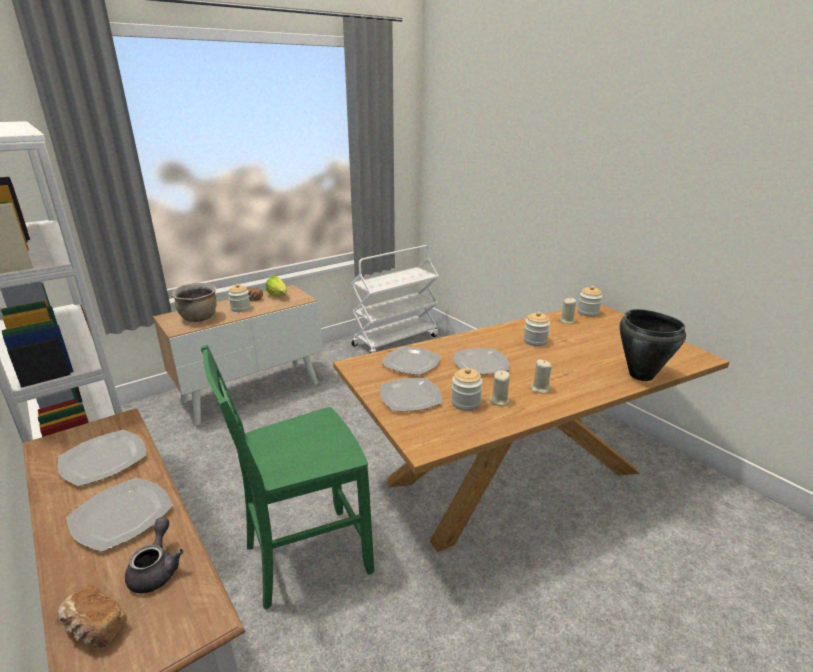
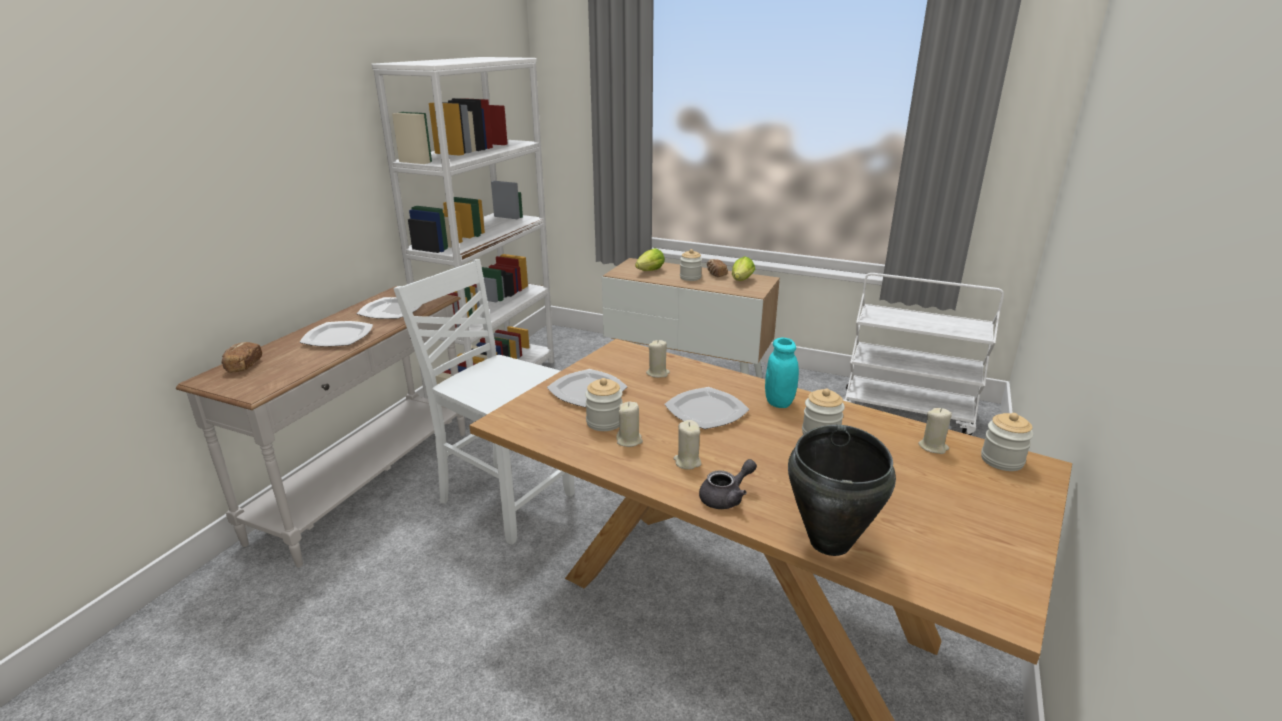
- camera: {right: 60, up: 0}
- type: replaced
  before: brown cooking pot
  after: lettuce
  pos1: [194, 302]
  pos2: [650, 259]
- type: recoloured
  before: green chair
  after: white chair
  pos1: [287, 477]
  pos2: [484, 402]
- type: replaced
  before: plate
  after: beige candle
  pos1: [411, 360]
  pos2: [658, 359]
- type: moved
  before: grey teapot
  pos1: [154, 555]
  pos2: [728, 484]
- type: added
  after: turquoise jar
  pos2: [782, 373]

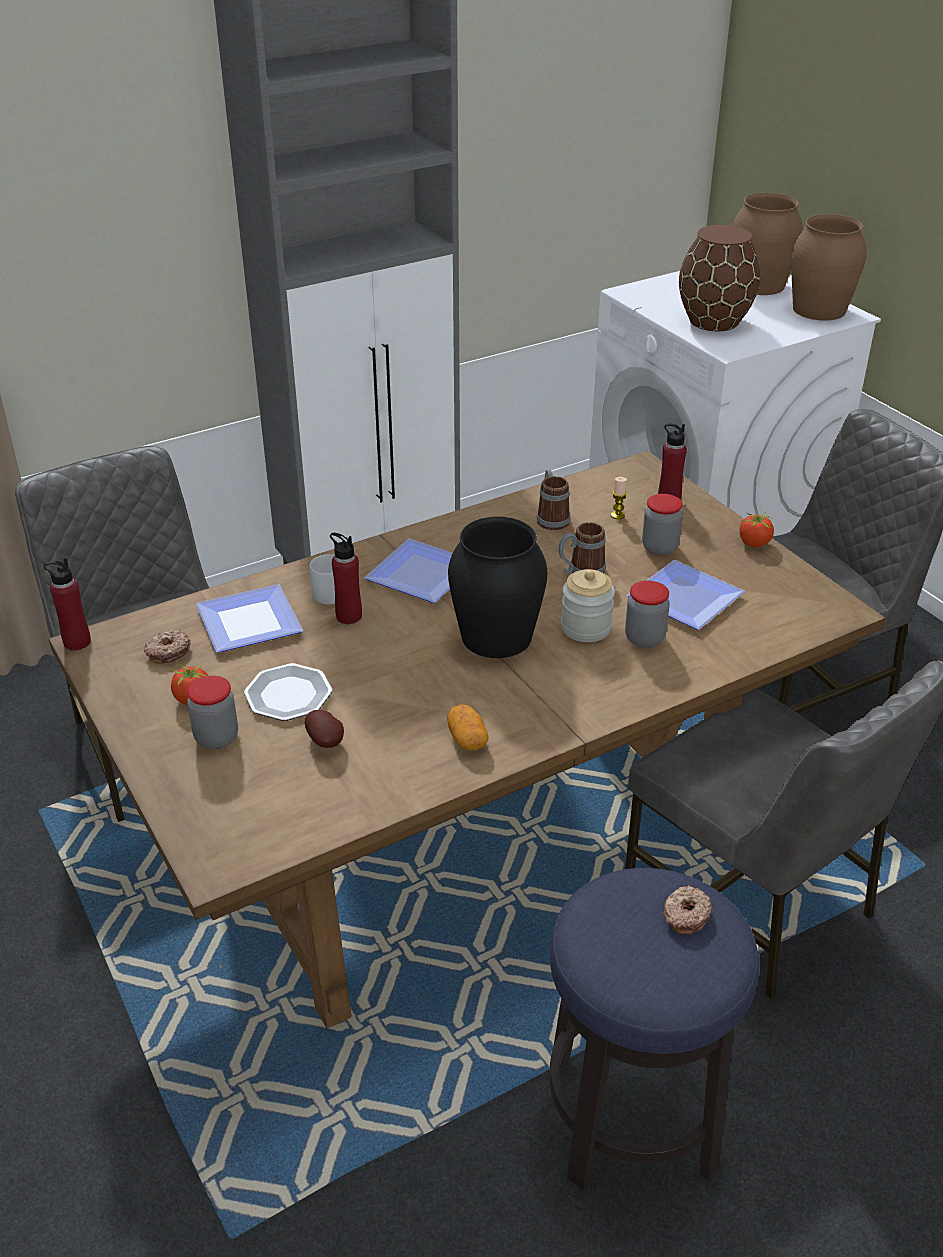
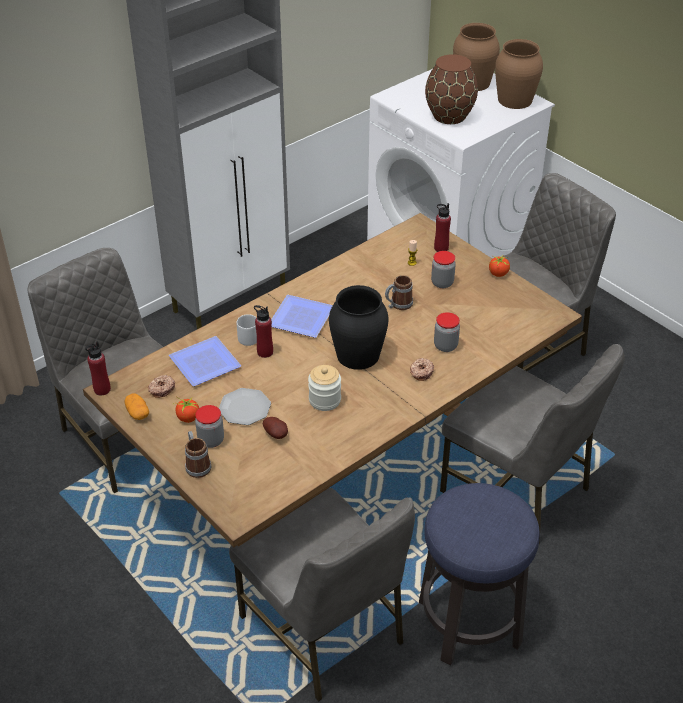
- camera: {right: -10, up: 5}
- type: moved
  before: mug
  pos1: [554, 500]
  pos2: [198, 454]
- type: removed
  before: plate
  pos1: [686, 595]
- type: moved
  before: jar
  pos1: [588, 605]
  pos2: [324, 388]
- type: moved
  before: potato
  pos1: [467, 727]
  pos2: [136, 407]
- type: moved
  before: donut
  pos1: [688, 909]
  pos2: [422, 369]
- type: added
  after: grey chair
  pos2: [322, 595]

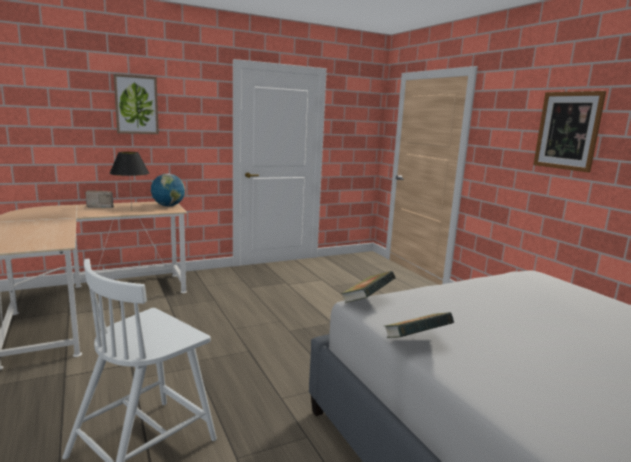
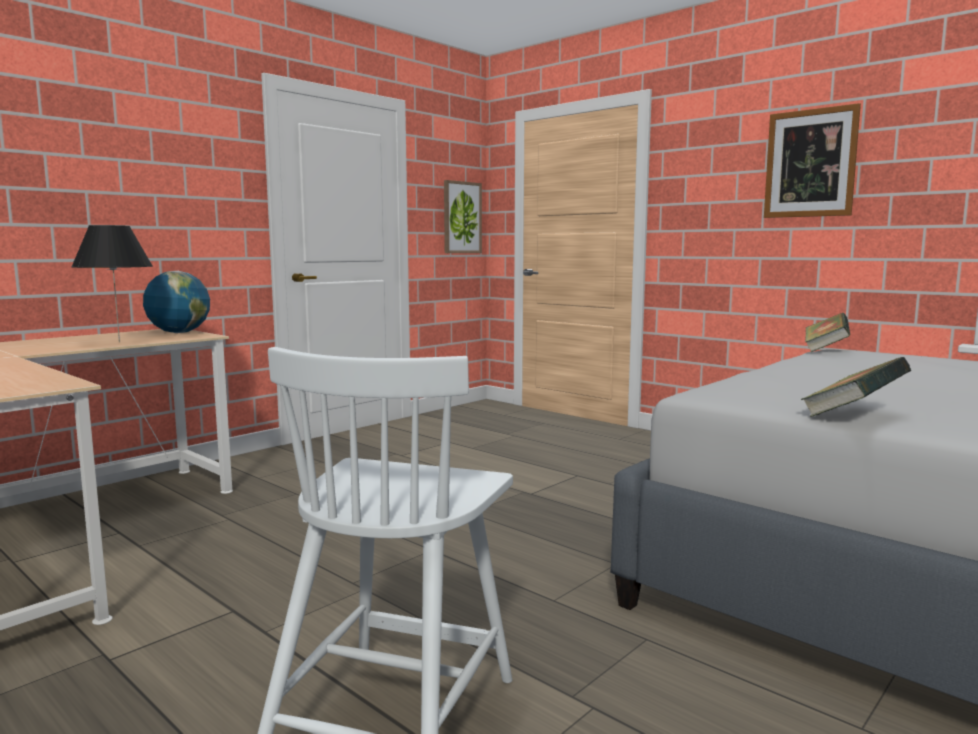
- camera: {right: -20, up: -5}
- type: moved
  before: picture
  pos1: [136, 104]
  pos2: [463, 216]
- type: removed
  before: radio
  pos1: [99, 199]
- type: moved
  before: book
  pos1: [368, 287]
  pos2: [827, 332]

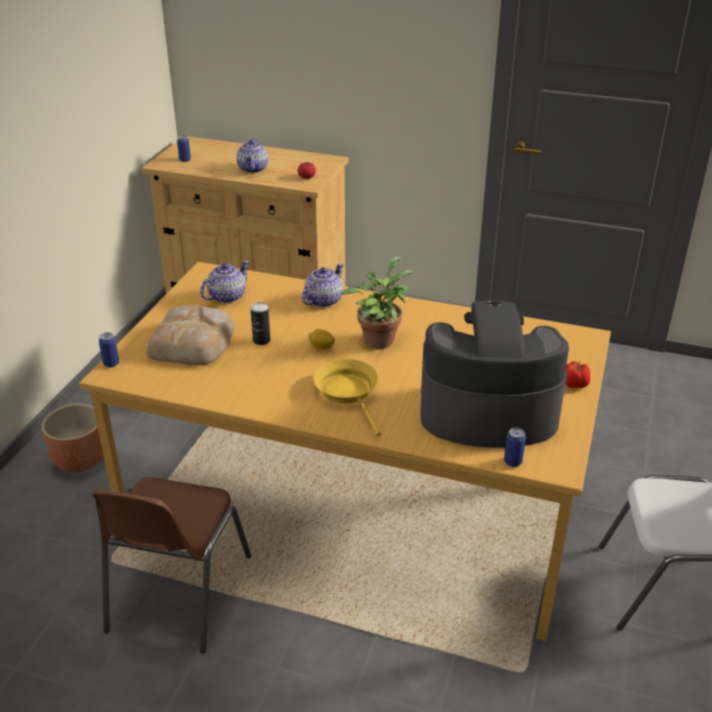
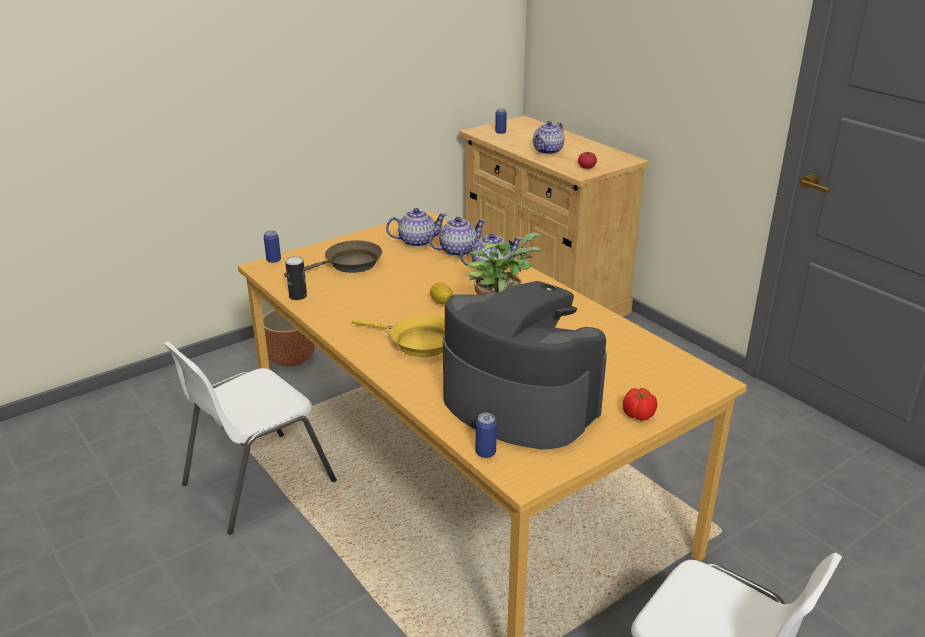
- camera: {right: 35, up: -5}
- type: moved
  before: can
  pos1: [260, 323]
  pos2: [296, 278]
- type: replaced
  before: bread
  after: brown frying pan
  pos1: [190, 335]
  pos2: [333, 258]
- type: turned
  before: yellow frying pan
  pos1: [347, 397]
  pos2: [398, 336]
  turn: 105
- type: recoloured
  before: brown chair
  after: white chair
  pos1: [171, 565]
  pos2: [250, 438]
- type: added
  after: teapot
  pos2: [457, 236]

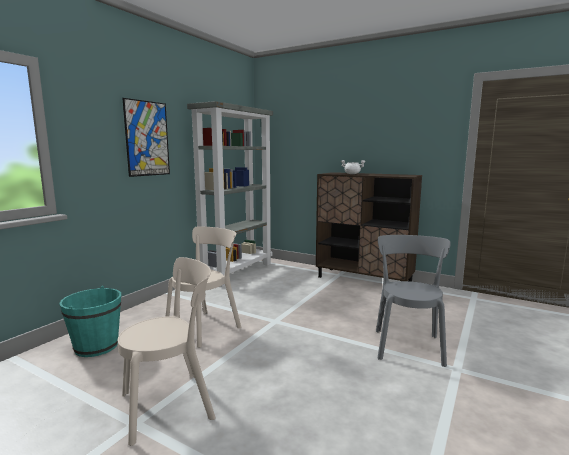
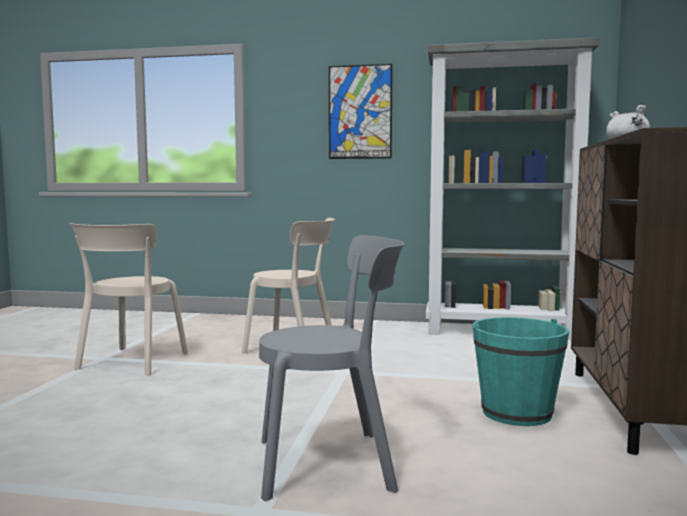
- camera: {right: 70, up: -5}
- type: turned
  before: beige chair
  pos1: [167, 351]
  pos2: [129, 299]
  turn: 60
- type: moved
  before: turquoise bucket
  pos1: [90, 321]
  pos2: [521, 371]

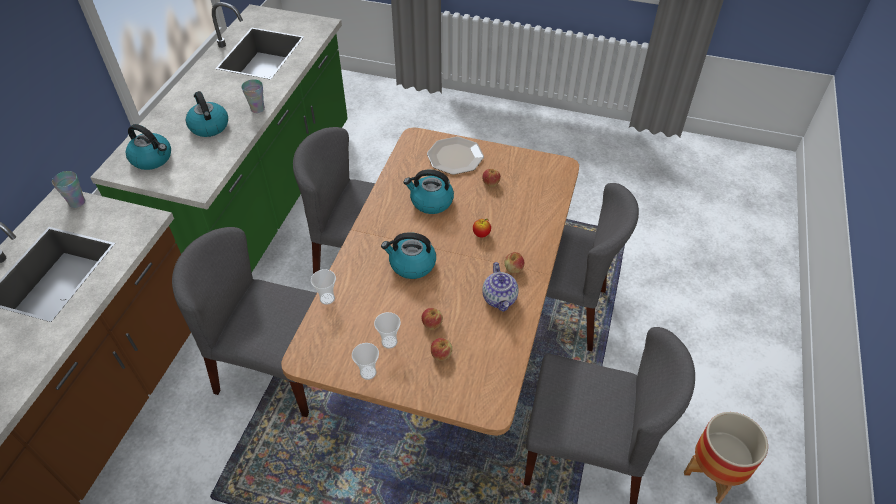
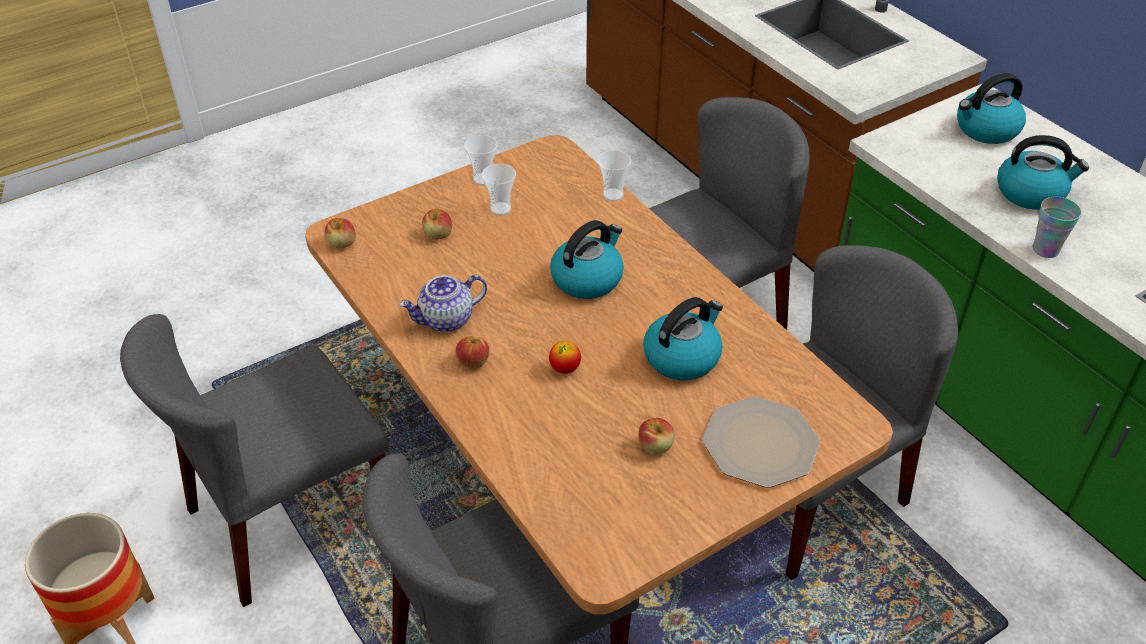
- camera: {right: 130, up: -5}
- type: removed
  before: cup
  pos1: [68, 189]
- type: turned
  before: teapot
  pos1: [500, 287]
  pos2: [443, 303]
  turn: -60
- type: moved
  before: apple
  pos1: [432, 319]
  pos2: [340, 233]

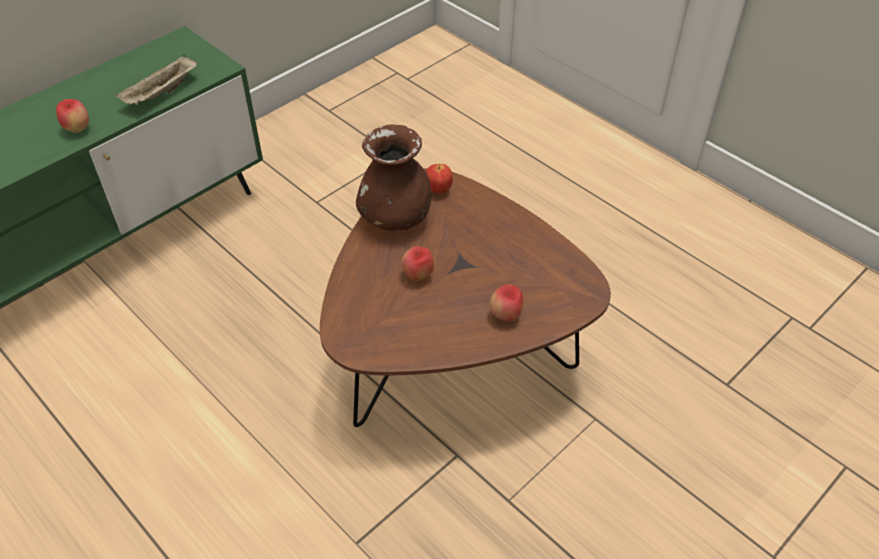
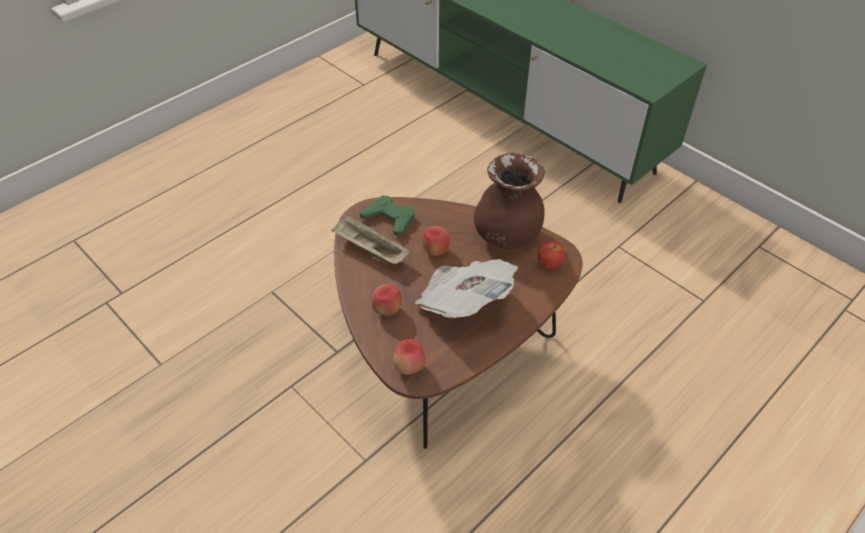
- camera: {right: 90, up: 0}
- type: moved
  before: beige tray
  pos1: [156, 79]
  pos2: [371, 239]
- type: moved
  before: apple
  pos1: [72, 116]
  pos2: [409, 357]
- type: added
  after: green game controller
  pos2: [387, 215]
- type: added
  after: newspaper
  pos2: [466, 288]

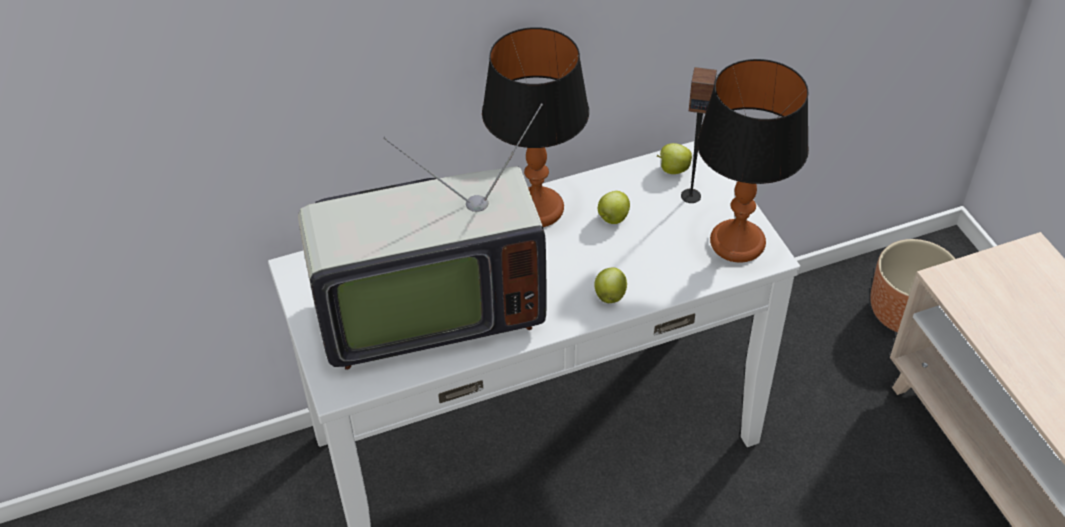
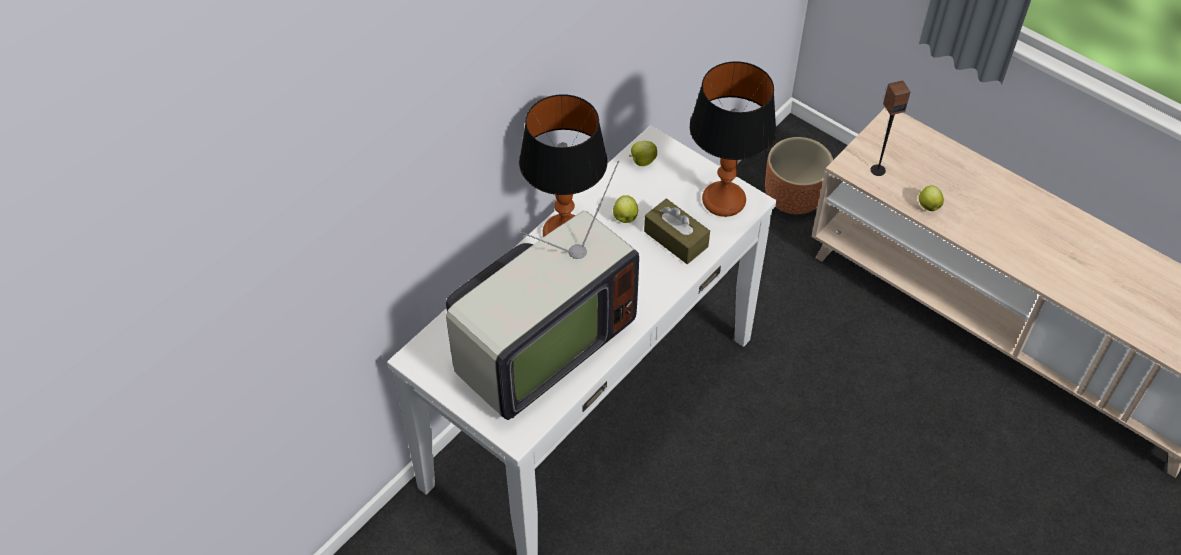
- camera: {right: -30, up: 5}
- type: moved
  before: speaker
  pos1: [699, 135]
  pos2: [890, 128]
- type: moved
  before: apple
  pos1: [610, 285]
  pos2: [931, 198]
- type: added
  after: brown tissue box
  pos2: [677, 231]

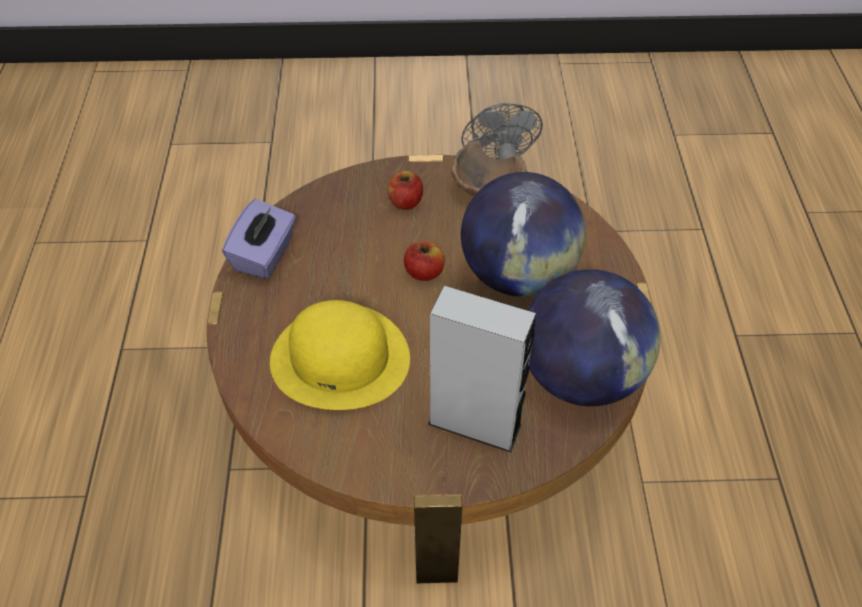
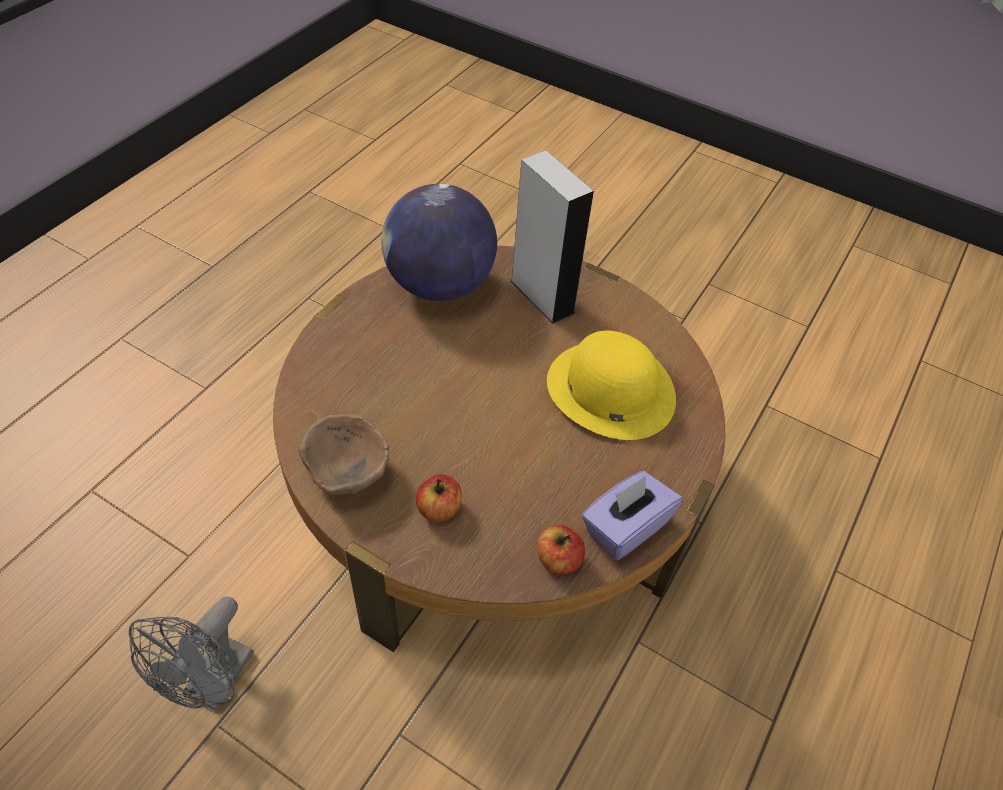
- camera: {right: -150, up: 0}
- type: removed
  before: globe
  pos1: [523, 234]
- type: moved
  before: apple
  pos1: [424, 261]
  pos2: [561, 549]

